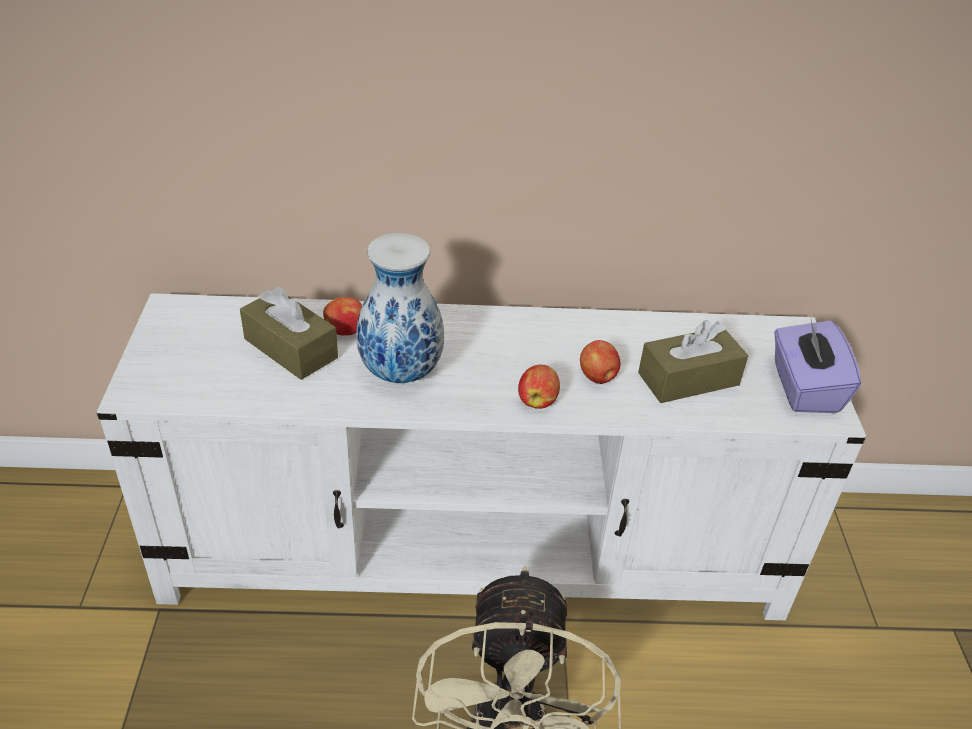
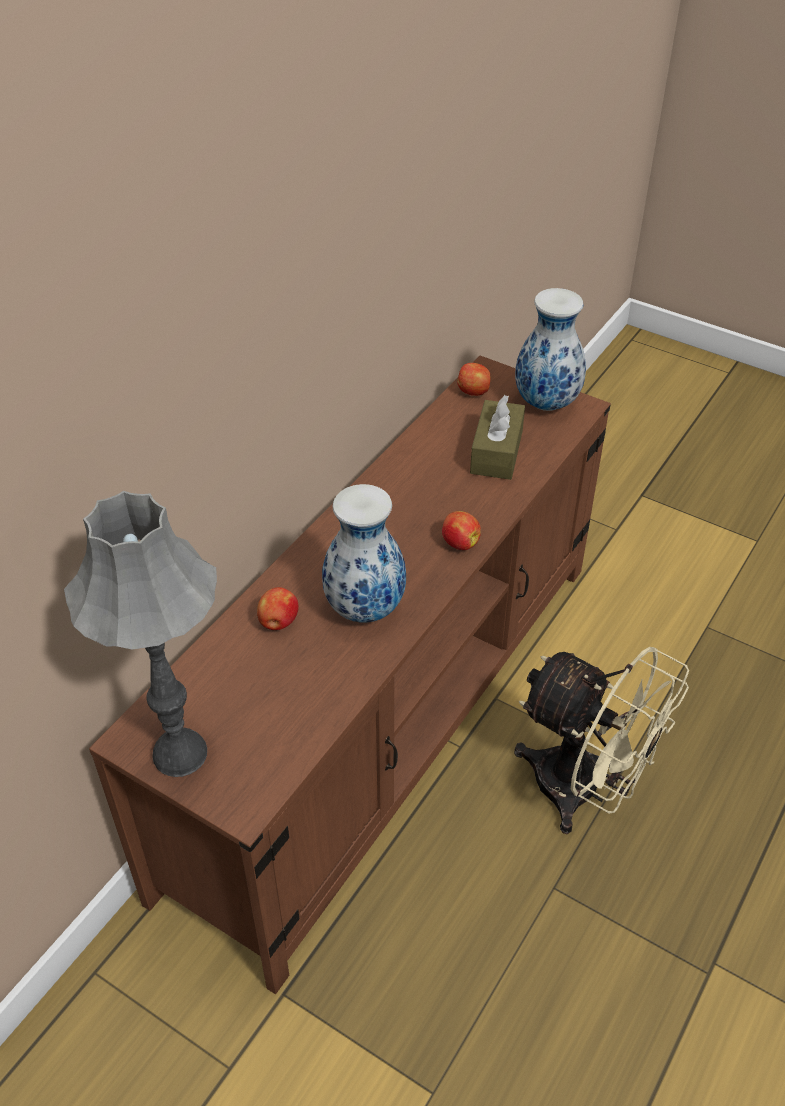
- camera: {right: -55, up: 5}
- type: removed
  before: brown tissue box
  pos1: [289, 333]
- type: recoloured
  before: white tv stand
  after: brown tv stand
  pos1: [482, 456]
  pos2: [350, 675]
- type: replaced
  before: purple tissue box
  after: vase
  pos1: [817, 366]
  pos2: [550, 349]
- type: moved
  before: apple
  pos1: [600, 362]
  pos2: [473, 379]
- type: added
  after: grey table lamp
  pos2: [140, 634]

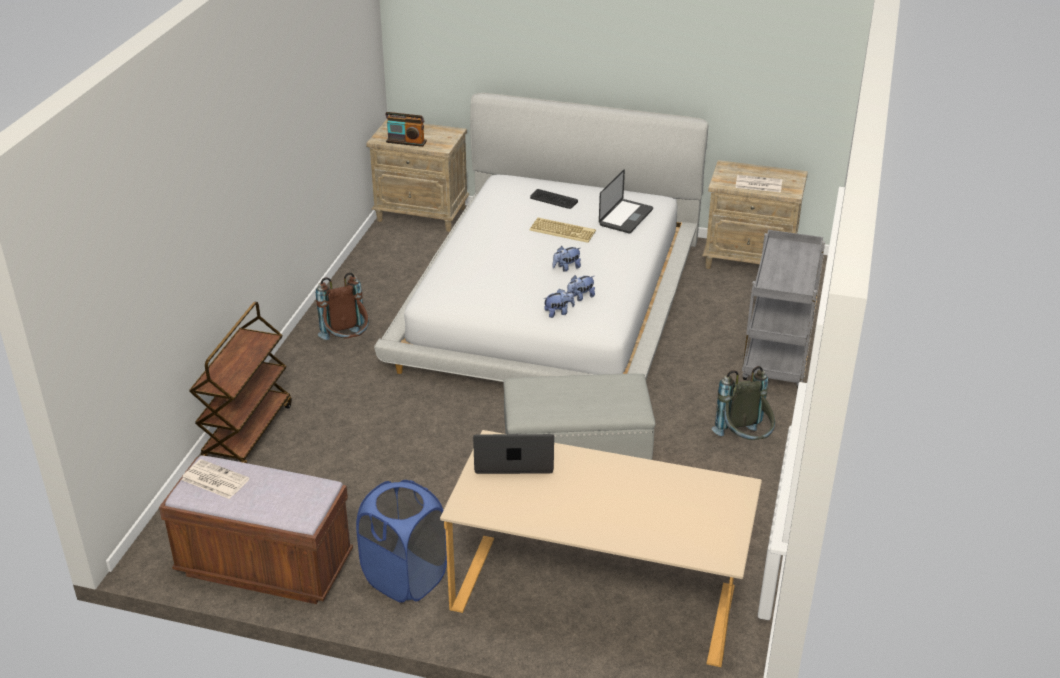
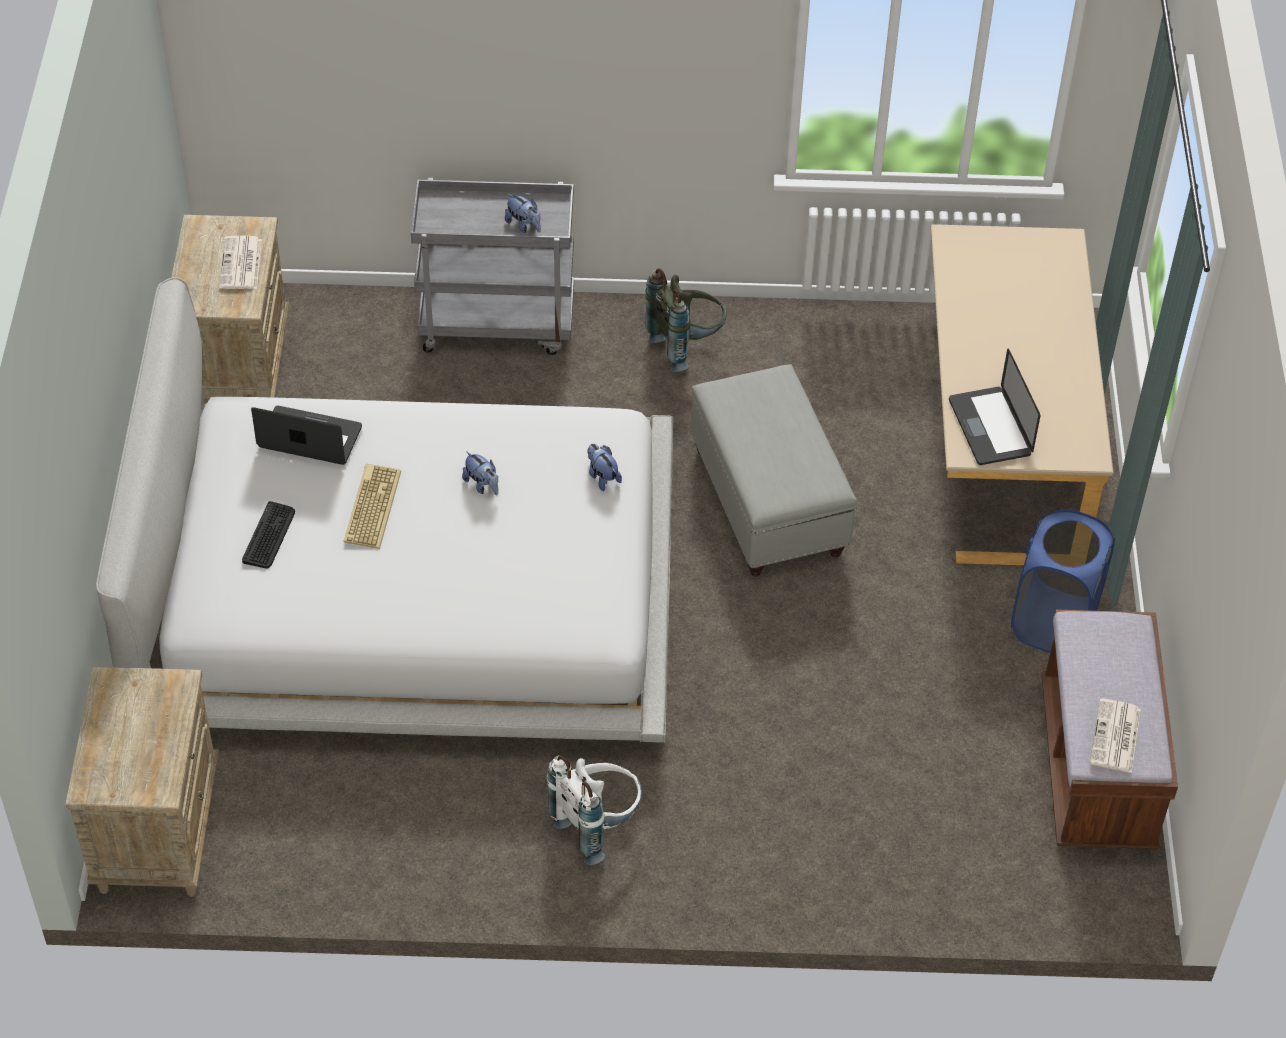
- camera: {right: -105, up: 15}
- type: removed
  before: radio
  pos1: [406, 129]
- type: recoloured
  before: brown backpack
  after: white backpack
  pos1: [342, 306]
  pos2: [594, 810]
- type: moved
  before: plush toy
  pos1: [581, 288]
  pos2: [523, 213]
- type: removed
  before: brown cart
  pos1: [240, 382]

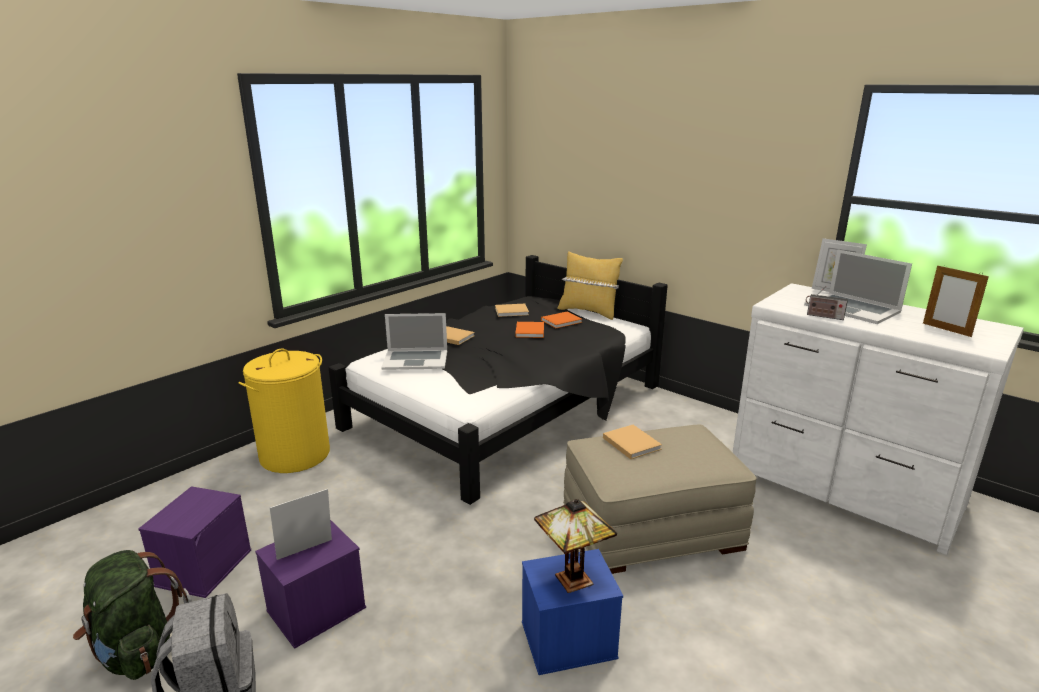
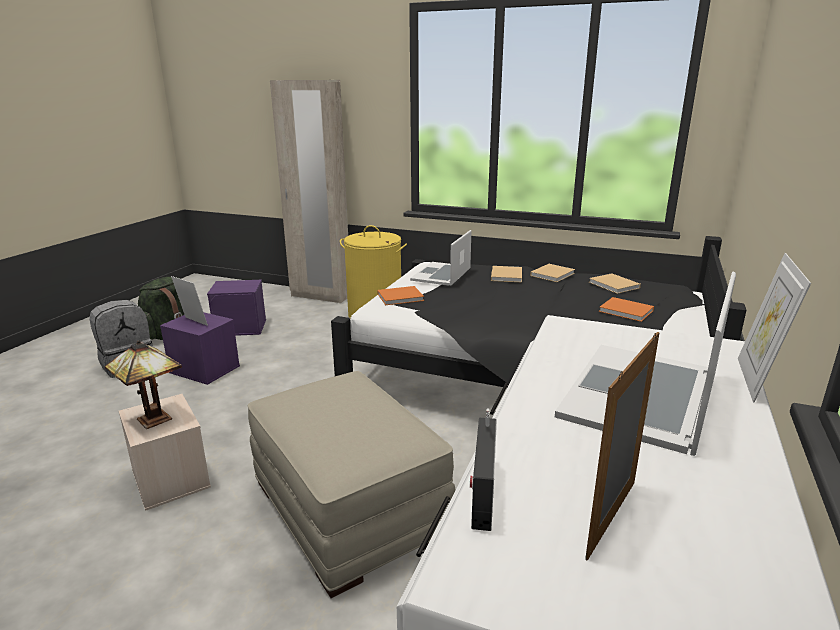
- camera: {right: 70, up: 0}
- type: removed
  before: yellow pillow
  pos1: [590, 285]
- type: moved
  before: radio
  pos1: [827, 303]
  pos2: [483, 469]
- type: turned
  before: laptop
  pos1: [414, 341]
  pos2: [440, 258]
  turn: 45
- type: moved
  before: orange book
  pos1: [529, 330]
  pos2: [400, 295]
- type: moved
  before: beige book
  pos1: [632, 442]
  pos2: [552, 273]
- type: recoloured
  before: blue storage box
  after: beige storage box
  pos1: [572, 612]
  pos2: [165, 452]
- type: added
  after: beige wardrobe
  pos2: [309, 191]

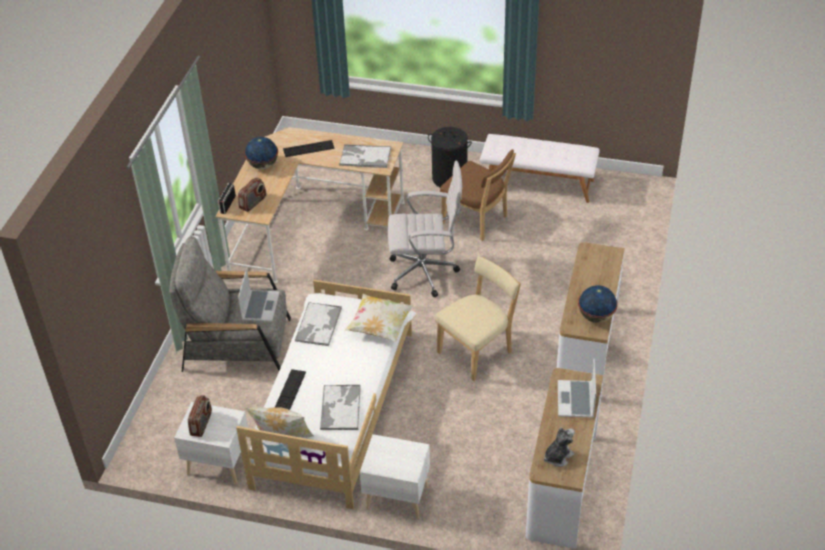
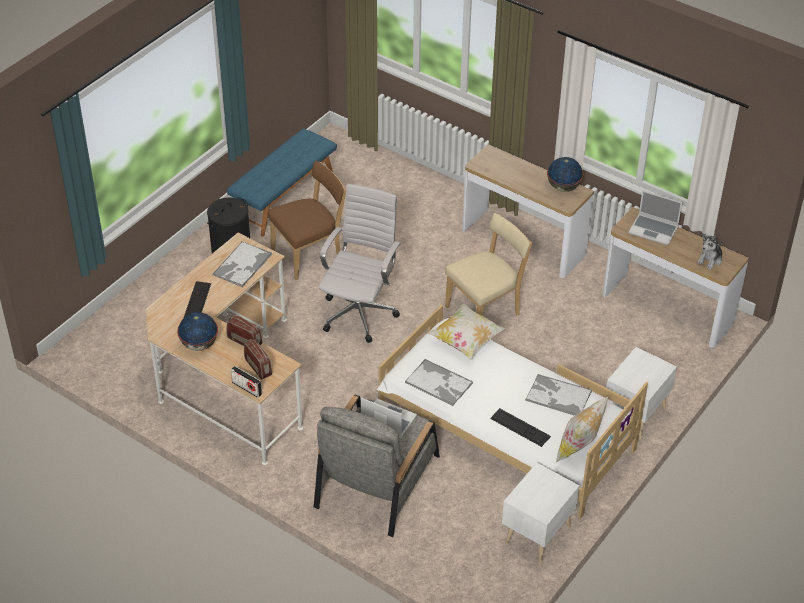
- camera: {right: -70, up: 0}
- type: recoloured
  before: white bench
  after: blue bench
  pos1: [540, 168]
  pos2: [282, 182]
- type: turned
  before: beige chair
  pos1: [478, 318]
  pos2: [488, 264]
  turn: 75
- type: moved
  before: radio
  pos1: [200, 416]
  pos2: [244, 330]
- type: turned
  before: plush toy
  pos1: [559, 447]
  pos2: [709, 252]
  turn: -120

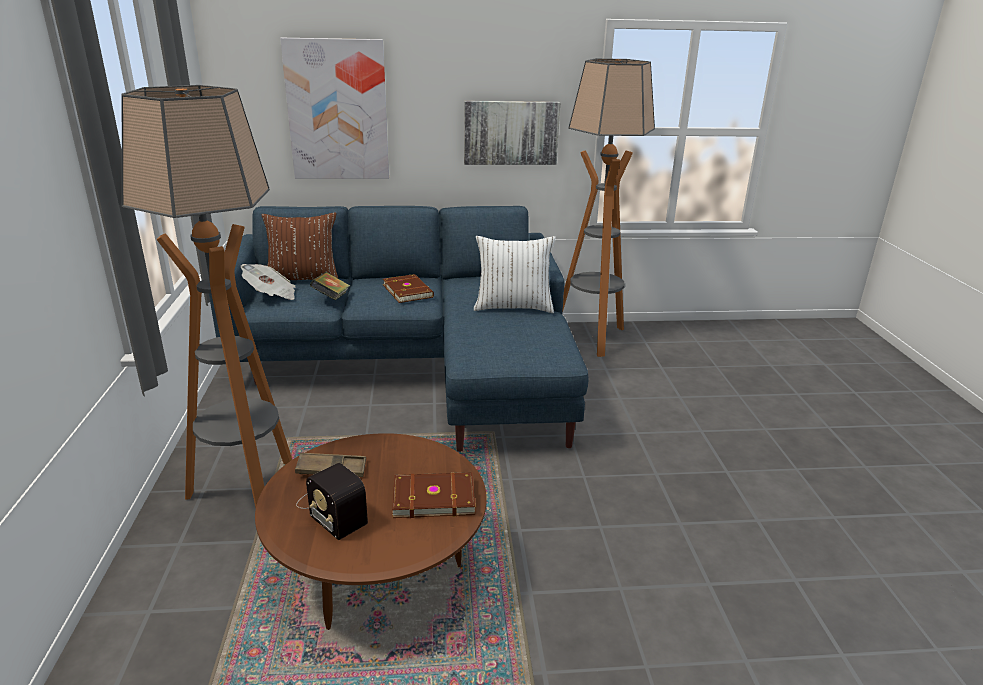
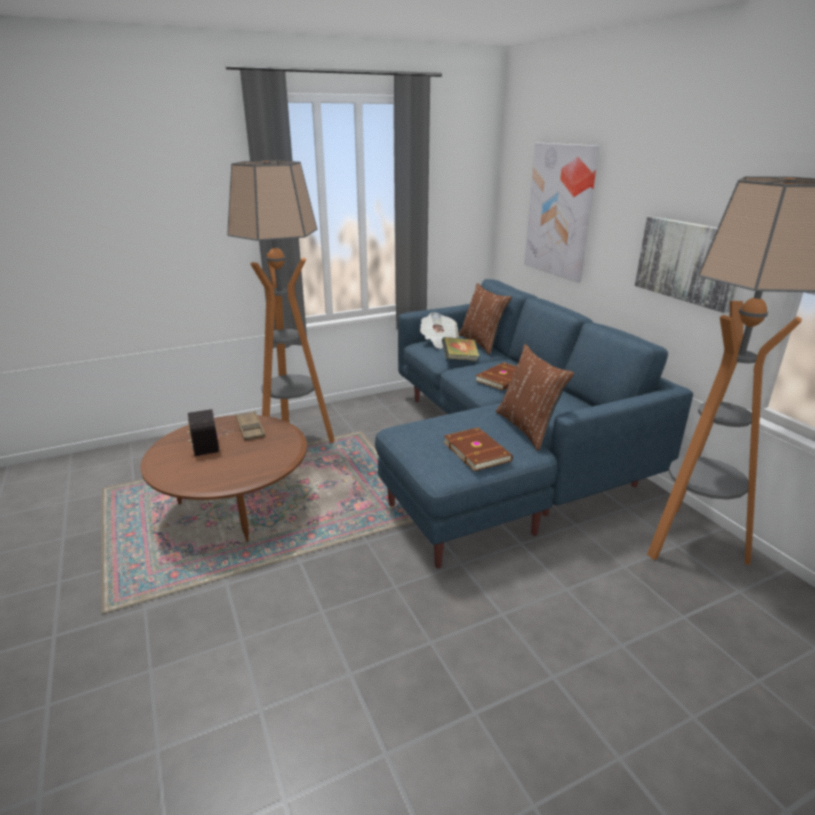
- camera: {right: 70, up: 0}
- type: recoloured
  before: white pillow
  after: brown pillow
  pos1: [515, 274]
  pos2: [535, 397]
- type: turned
  before: radio
  pos1: [332, 501]
  pos2: [207, 432]
  turn: -45
- type: moved
  before: brown book
  pos1: [433, 495]
  pos2: [478, 449]

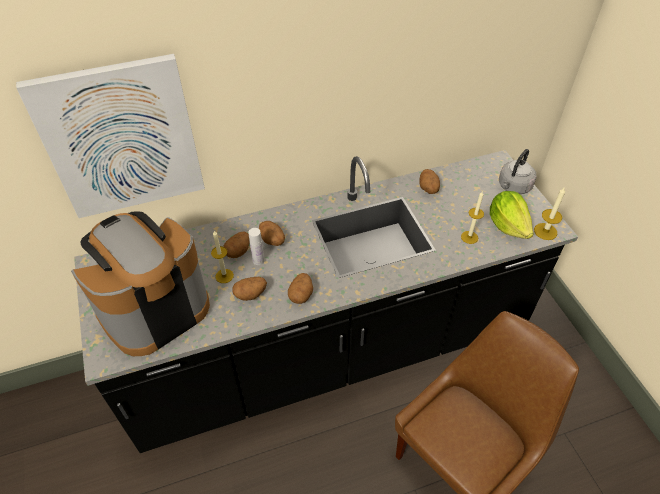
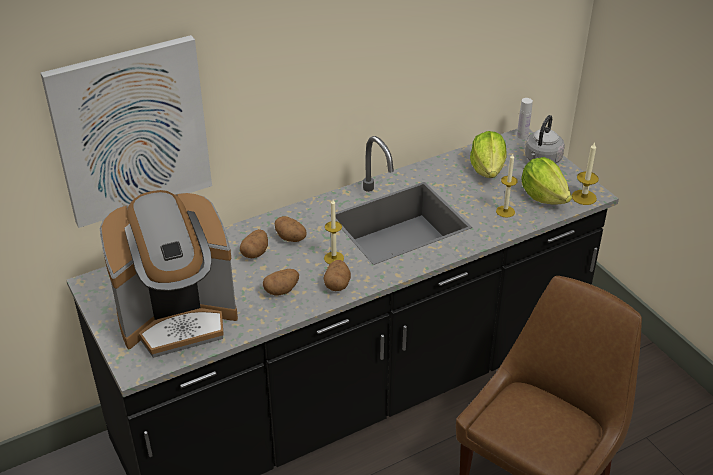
- camera: {right: -10, up: -10}
- type: removed
  before: potato
  pos1: [429, 181]
- type: turned
  before: coffee machine
  pos1: [140, 283]
  pos2: [169, 274]
  turn: -150
- type: moved
  before: white bottle
  pos1: [256, 246]
  pos2: [525, 118]
- type: moved
  before: candle
  pos1: [222, 257]
  pos2: [334, 231]
- type: added
  after: lettuce
  pos2: [488, 154]

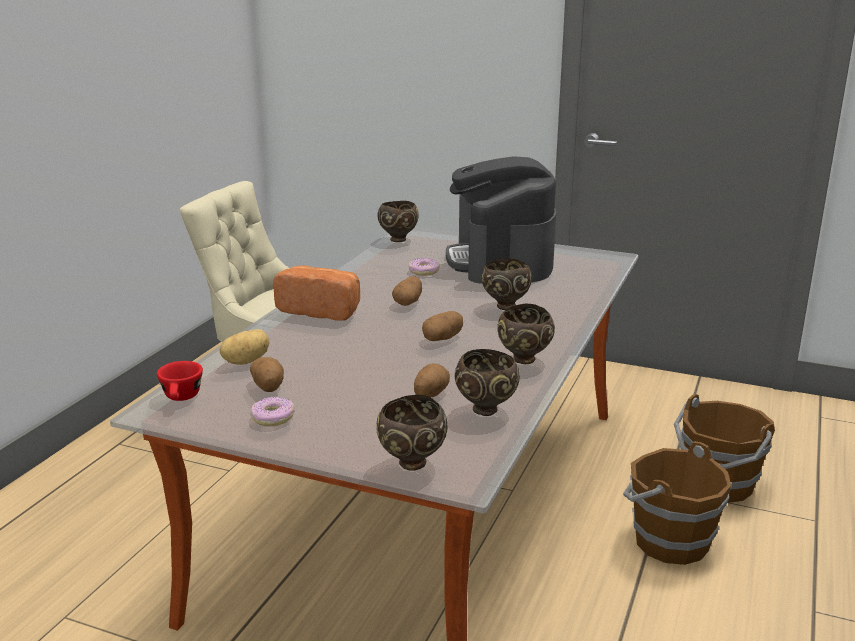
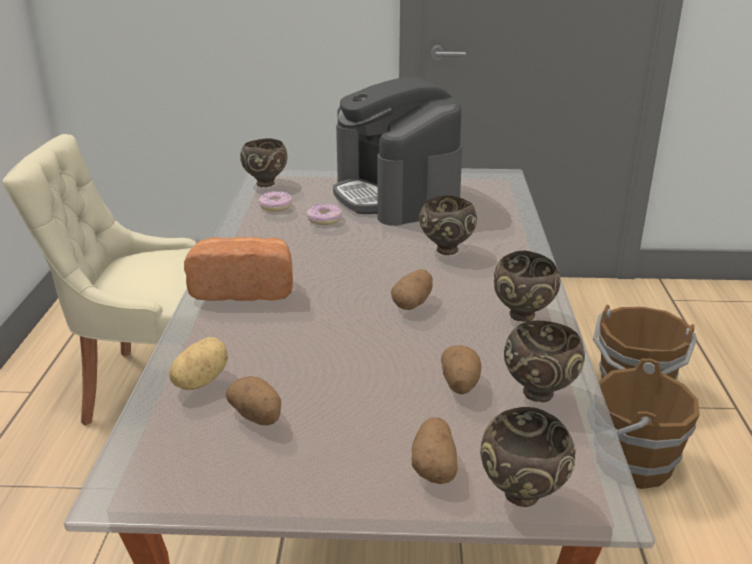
- camera: {right: -20, up: 5}
- type: moved
  before: potato
  pos1: [407, 291]
  pos2: [435, 451]
- type: removed
  before: red cup
  pos1: [180, 381]
- type: moved
  before: donut
  pos1: [272, 411]
  pos2: [275, 201]

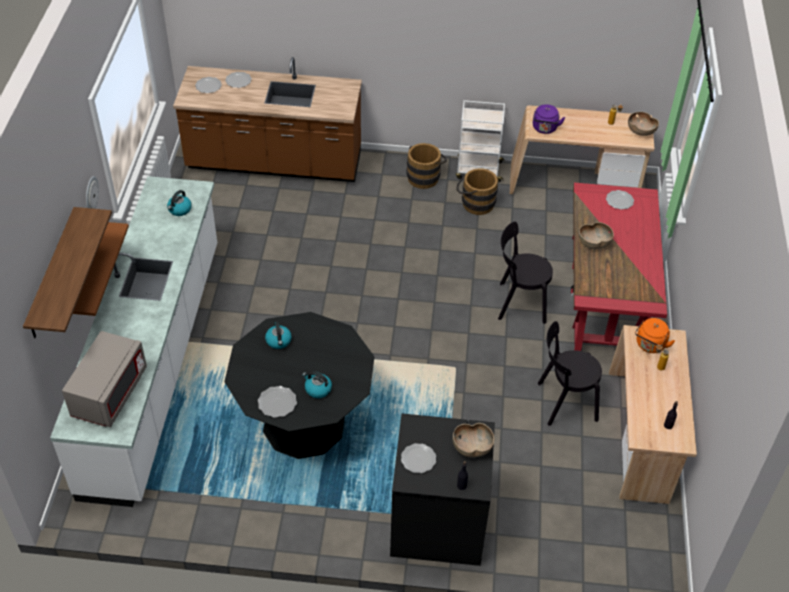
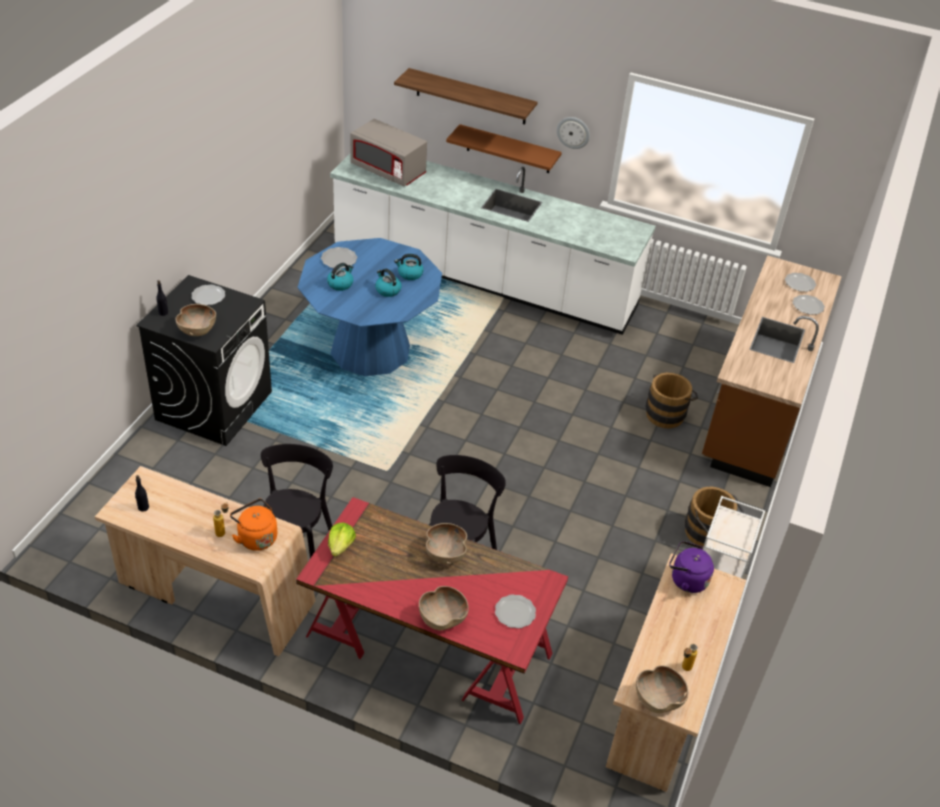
- camera: {right: 105, up: -5}
- type: moved
  before: brown bucket
  pos1: [477, 191]
  pos2: [671, 400]
- type: moved
  before: kettle
  pos1: [179, 203]
  pos2: [388, 283]
- type: recoloured
  before: black dining table
  after: blue dining table
  pos1: [299, 385]
  pos2: [370, 307]
- type: added
  after: lettuce
  pos2: [342, 540]
- type: added
  after: brown bowl
  pos2: [444, 608]

